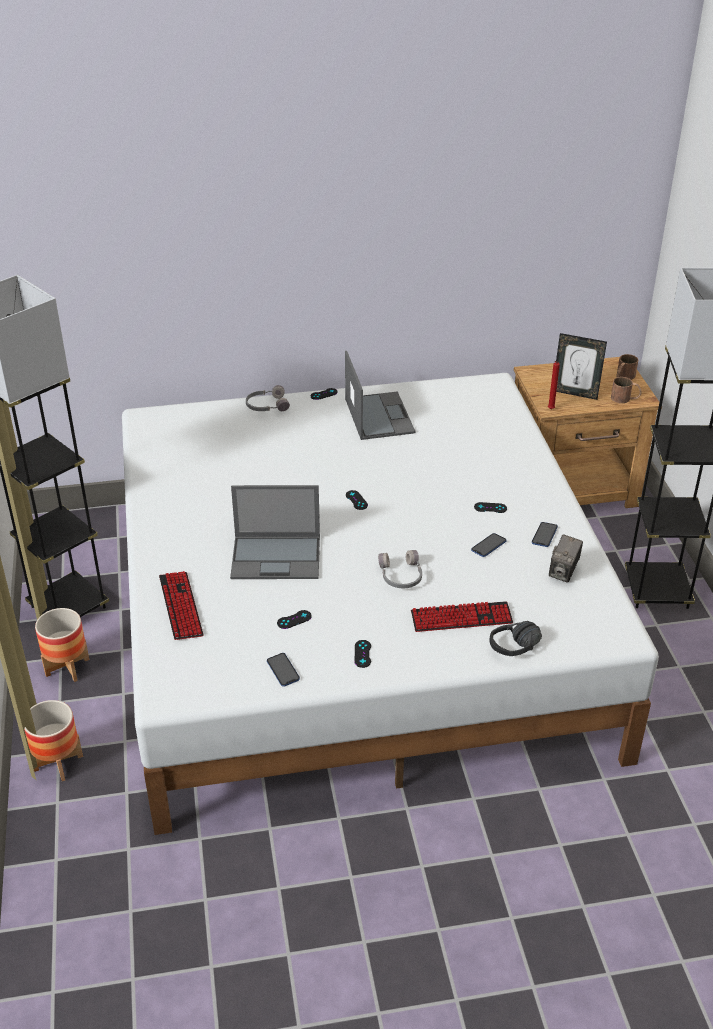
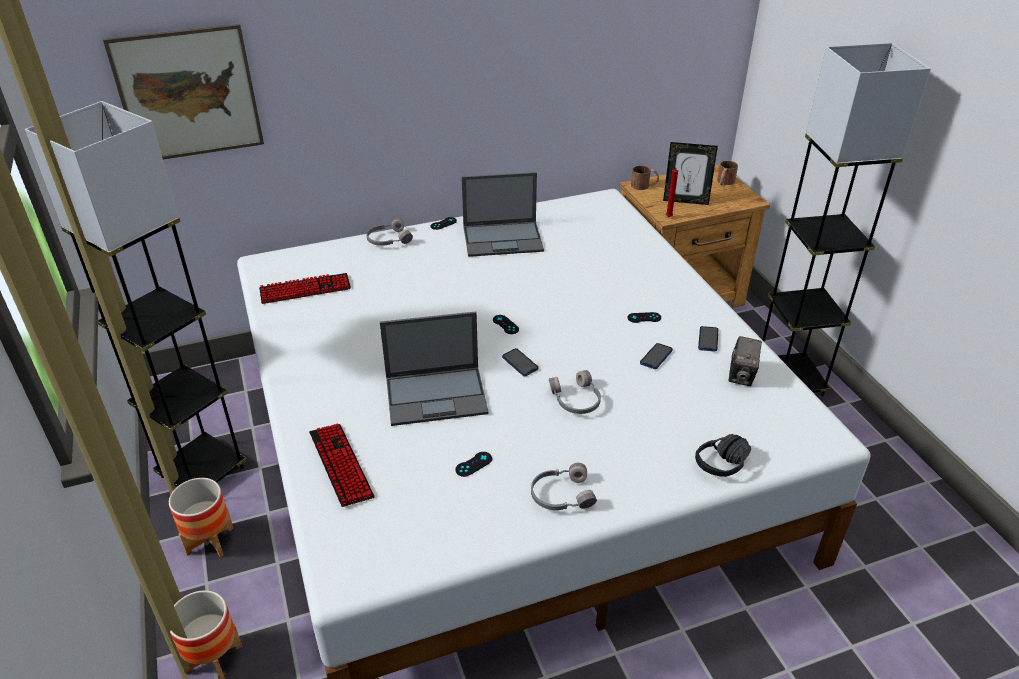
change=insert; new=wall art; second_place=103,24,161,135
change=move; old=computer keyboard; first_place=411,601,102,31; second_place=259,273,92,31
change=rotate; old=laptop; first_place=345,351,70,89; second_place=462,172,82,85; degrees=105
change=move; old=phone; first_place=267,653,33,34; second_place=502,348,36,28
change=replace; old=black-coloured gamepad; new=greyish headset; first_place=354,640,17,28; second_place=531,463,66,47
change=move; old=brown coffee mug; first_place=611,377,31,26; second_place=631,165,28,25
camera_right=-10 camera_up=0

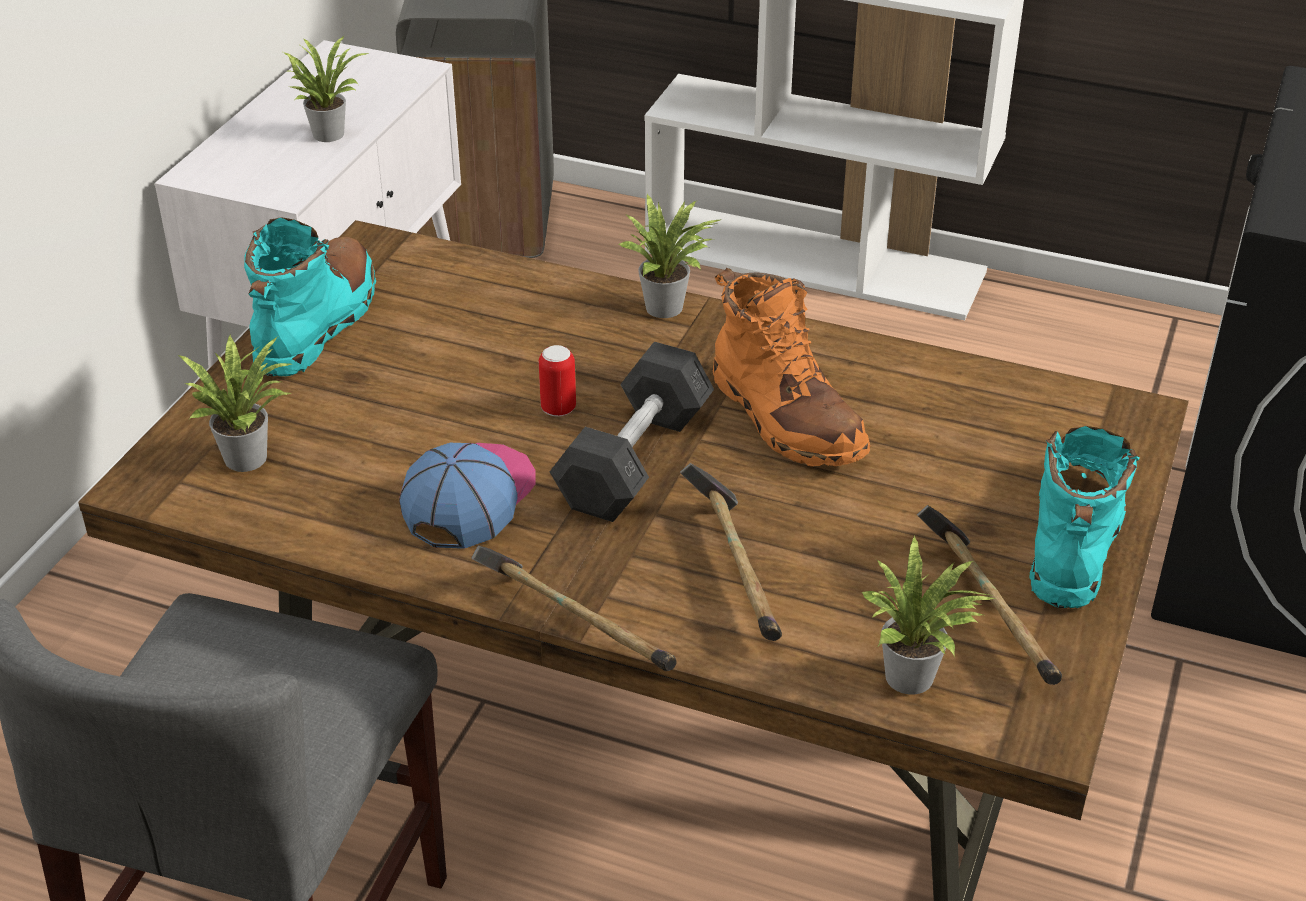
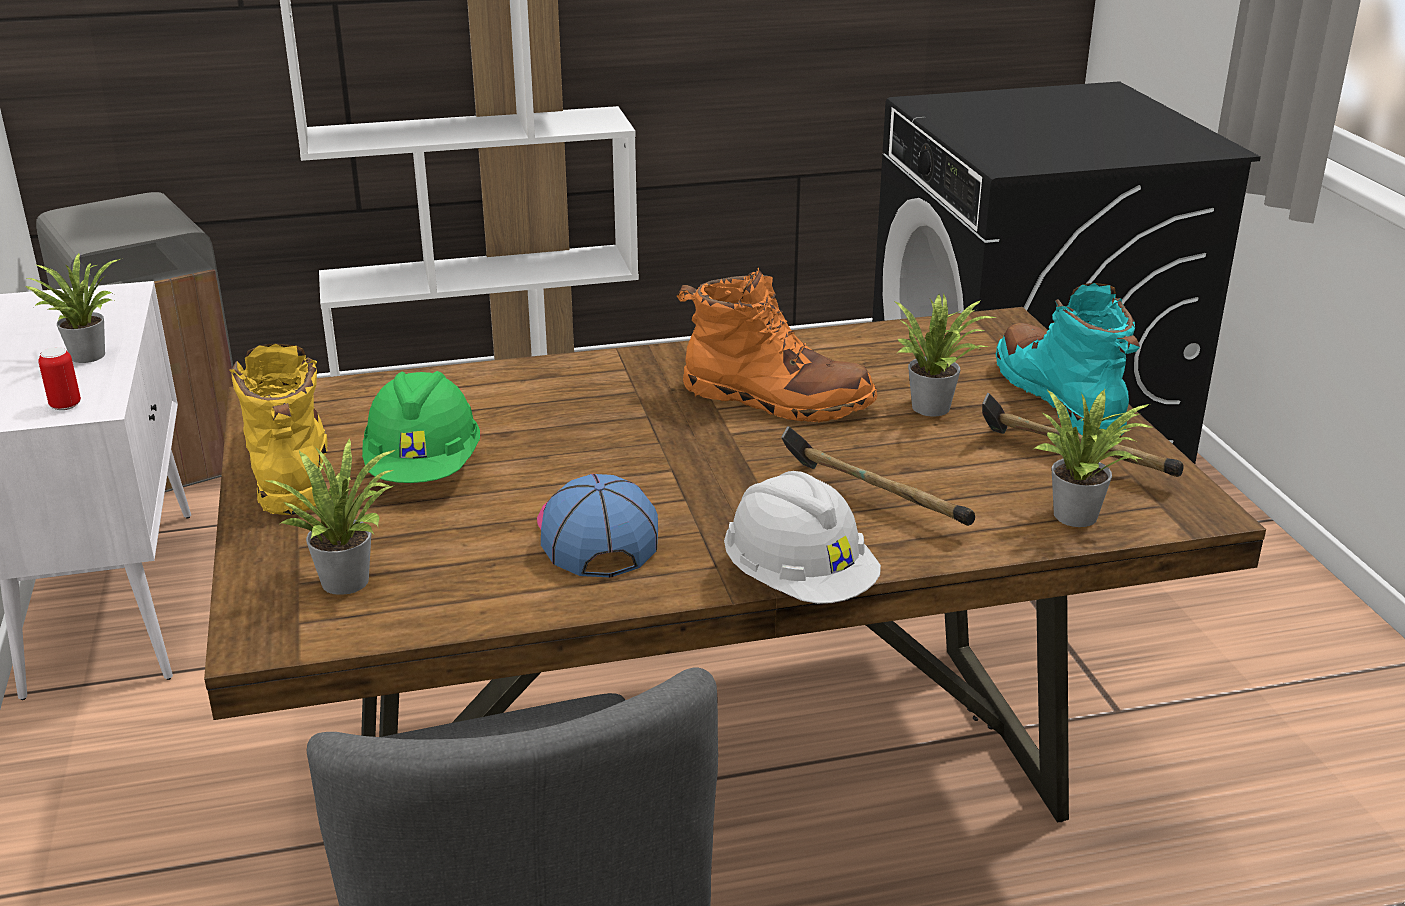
change=move; old=can; first_place=539,345,37,72; second_place=38,347,43,63
change=recolor; old=turquoise tall boot; new=yellow tall boot; first_place=244,218,132,159; second_place=229,343,99,172
change=insert; new=green-coloured work helmet; second_place=362,371,118,112
change=replace; old=tool hammer; new=white-coloured work helmet; first_place=471,545,205,126; second_place=724,471,157,133
change=move; old=houseplant; first_place=618,193,102,125; second_place=893,293,105,124
change=delete; old=greyish dumbbell; first_place=550,342,164,180
camera_right=-35 camera_up=-10

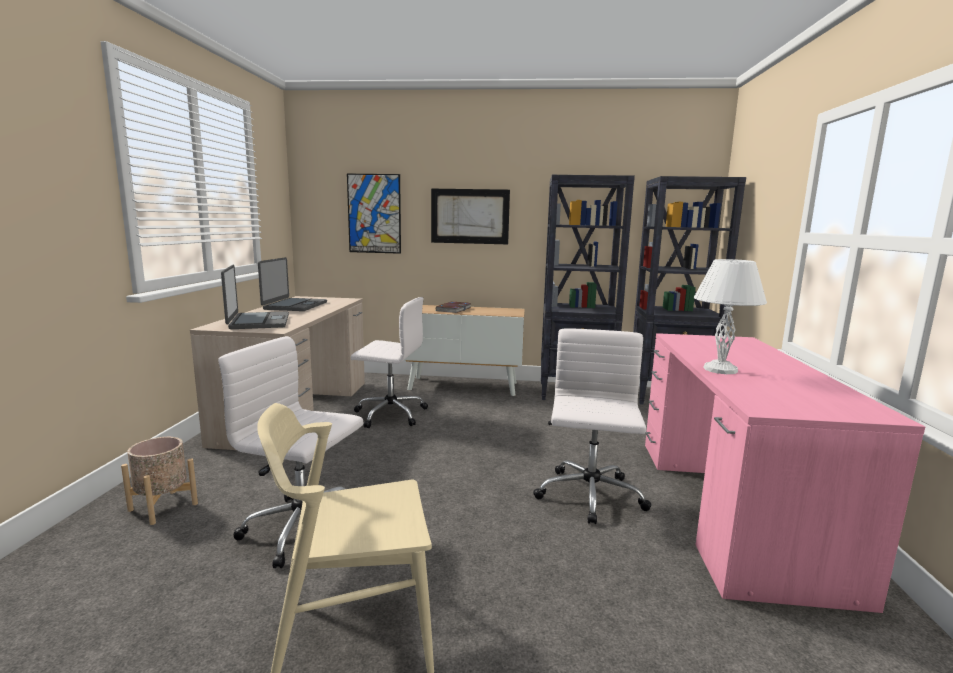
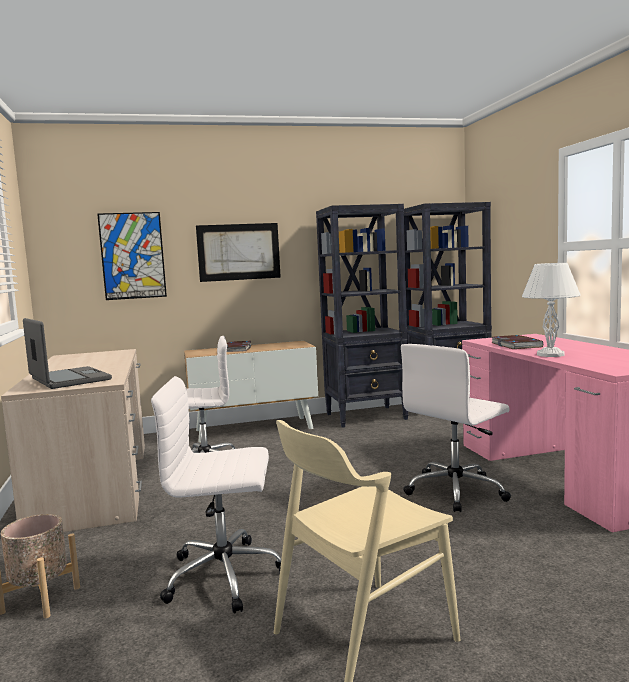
change=rotate; old=white-coloured desk chair; first_place=533,328,119,196; second_place=401,344,110,168; degrees=-120
change=insert; new=bound book; second_place=492,335,51,14
change=delete; old=laptop; first_place=258,257,69,54
camera_right=-20 camera_up=-5

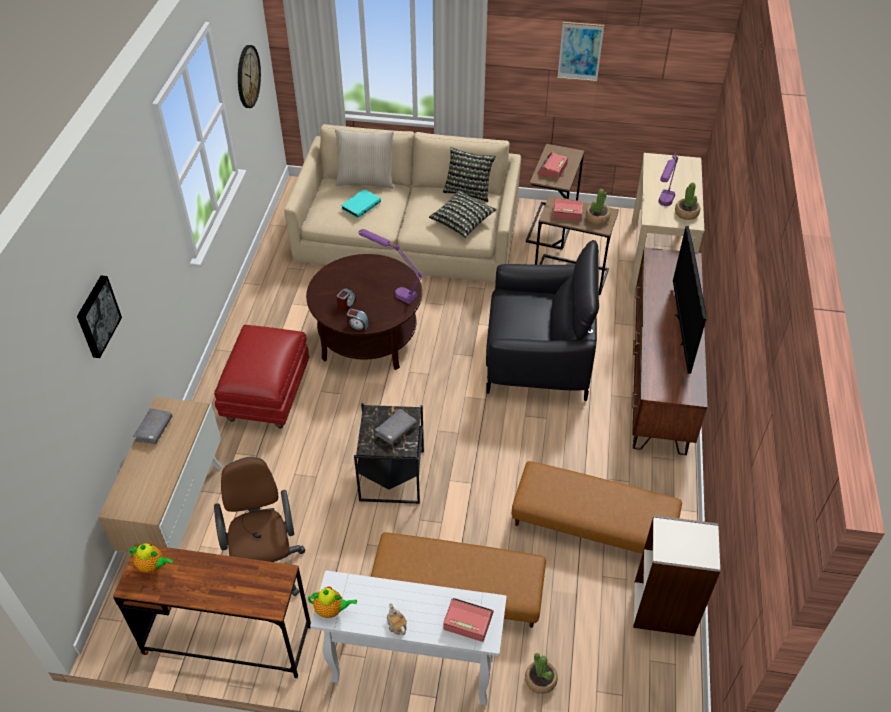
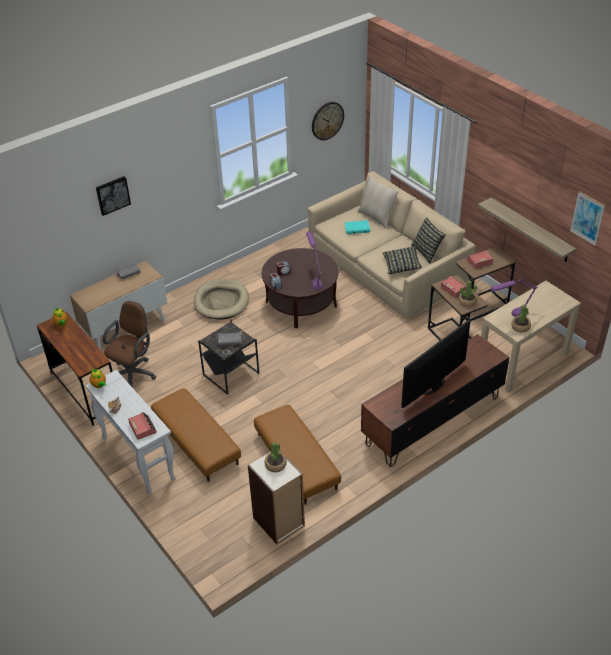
change=replace; old=red-coloured ottoman; new=beige-coloured pet bed; first_place=214,325,95,104; second_place=194,279,55,41
change=move; old=houseplant; first_place=525,653,33,41; second_place=264,442,23,30
change=insert; new=wall shelf; second_place=478,197,98,65
change=move; old=wall art; first_place=557,22,47,60; second_place=570,191,35,55
change=delete; old=black-coloured lounge chair; first_place=486,240,113,161
camera_right=45 camera_up=-5

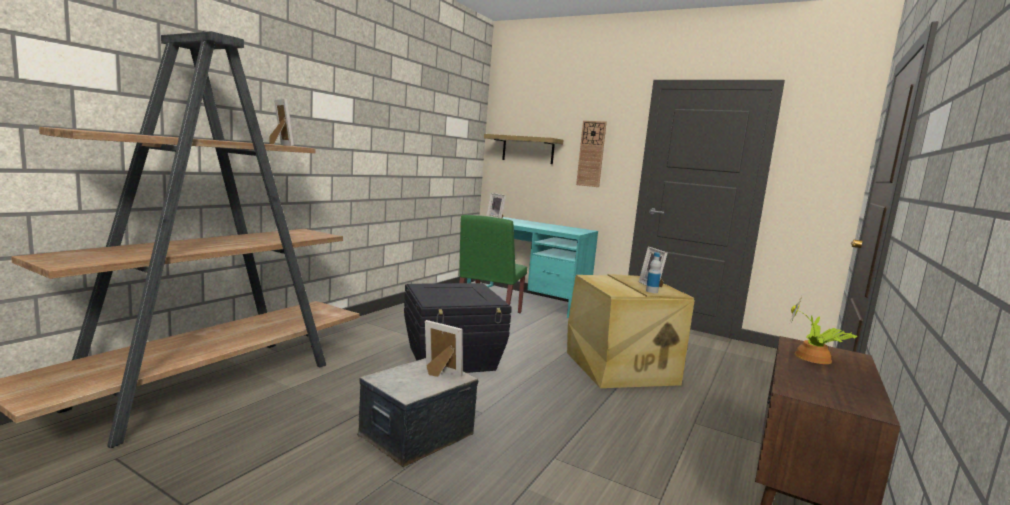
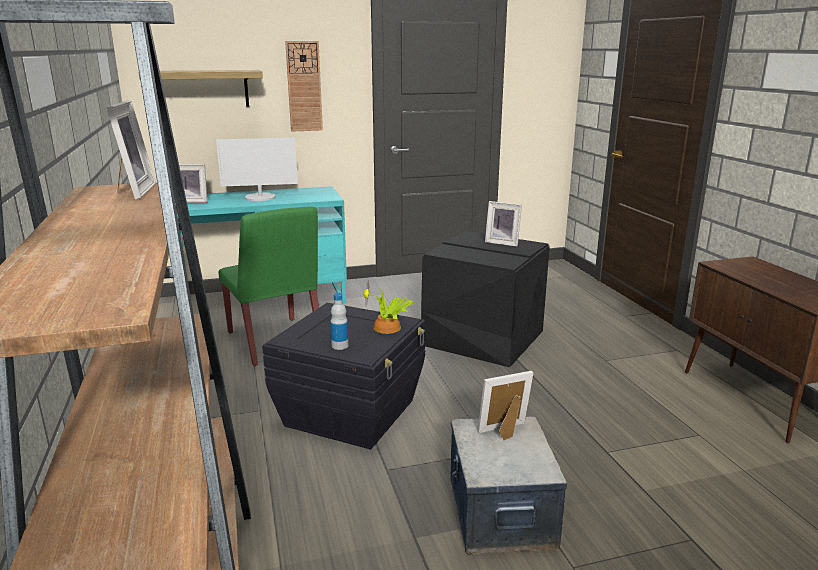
change=rotate; old=picture frame; first_place=269,99,25,47; second_place=106,100,50,99; degrees=75
change=insert; new=computer screen; second_place=216,138,82,63
change=move; old=drink bottle; first_place=646,252,15,41; second_place=330,293,18,57
change=move; old=houseplant; first_place=790,295,67,69; second_place=363,283,51,51
change=recolor; old=beige-coloured storage box; new=black-coloured storage box; first_place=567,274,128,114; second_place=421,231,129,136
camera_right=-45 camera_up=10

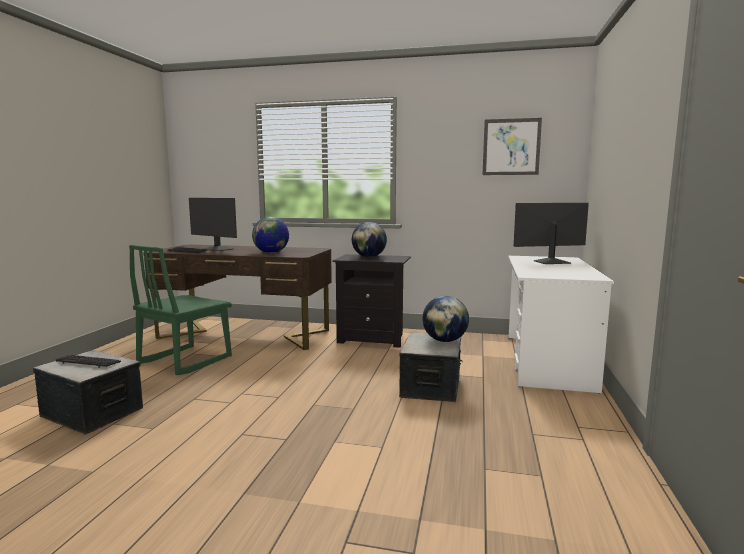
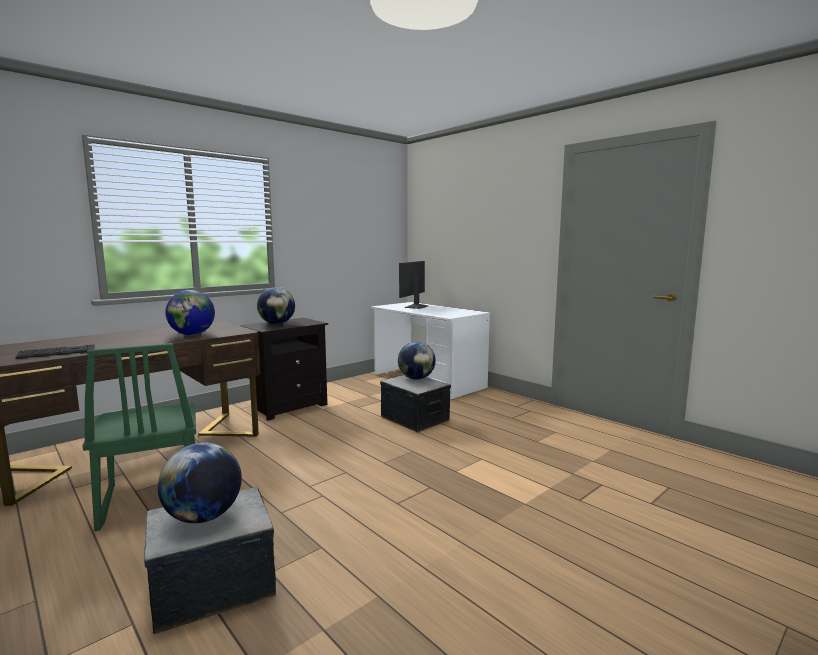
change=replace; old=computer keyboard; new=desk globe; first_place=56,355,65,13; second_place=158,442,84,81
change=delete; old=computer screen; first_place=189,198,48,53
change=delete; old=wall art; first_place=482,118,60,57
camera_right=-55 camera_up=0

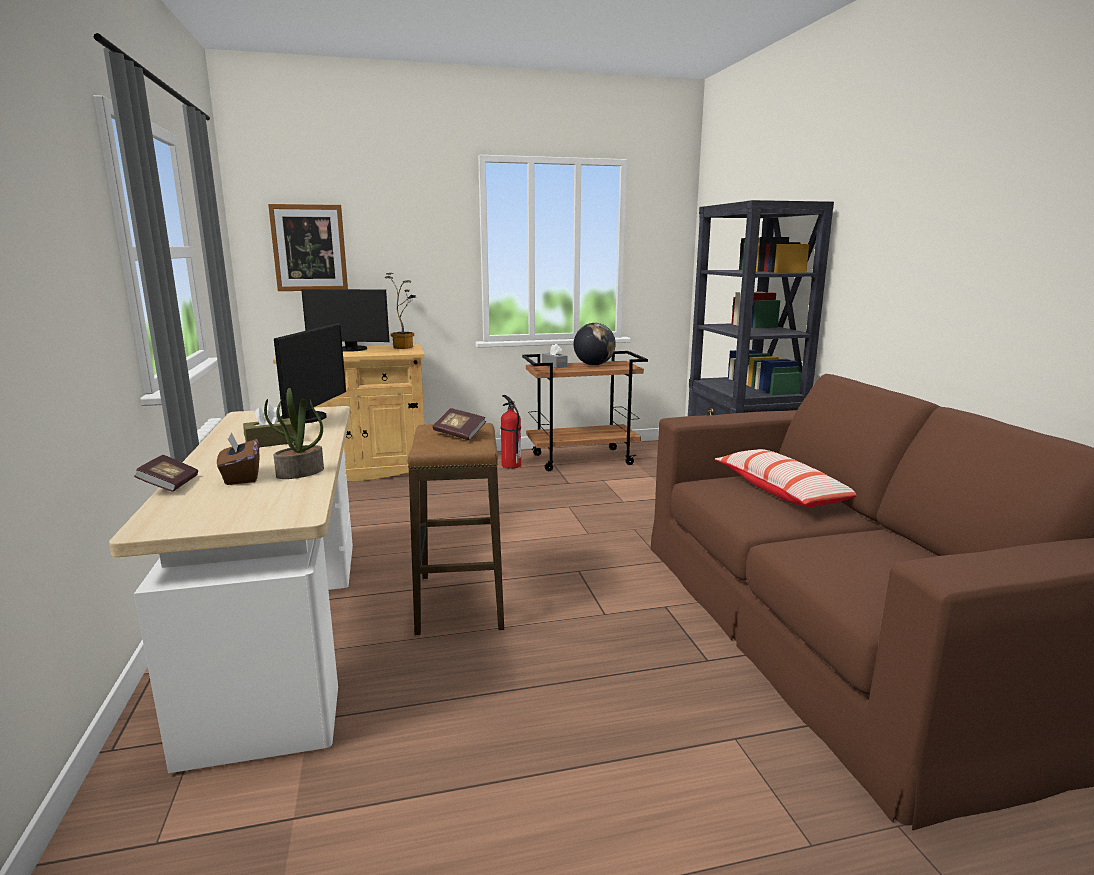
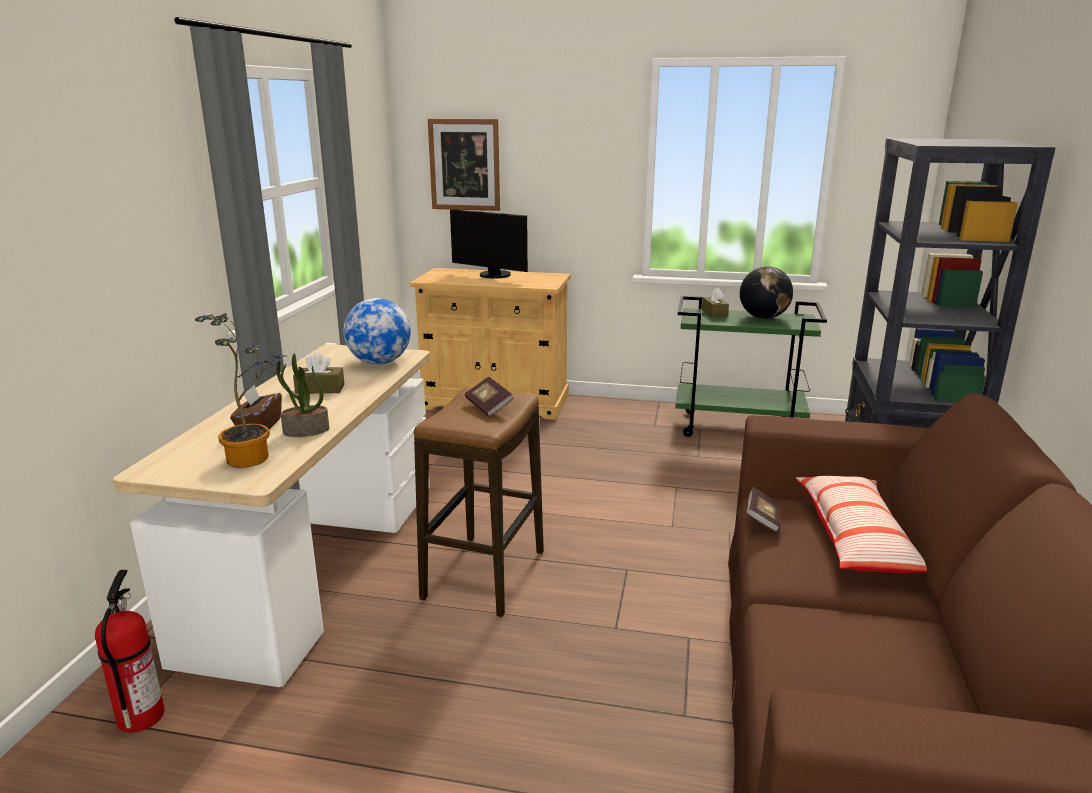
change=move; old=fire-fighting cylinder; first_place=500,395,21,73; second_place=95,570,70,163
change=move; old=houseplant; first_place=384,273,32,76; second_place=195,313,91,155
change=replace; old=computer screen; new=desk globe; first_place=274,323,72,100; second_place=343,298,68,66
change=recolor; old=brown cart; new=green-coloured cart; first_place=522,351,126,120; second_place=676,296,151,141
change=recolor; old=greyish box of tissues; new=brown box of tissues; first_place=542,343,26,25; second_place=702,288,27,30
change=move; old=bound book; first_place=134,455,64,37; second_place=746,487,35,45
camera_right=25 camera_up=5

